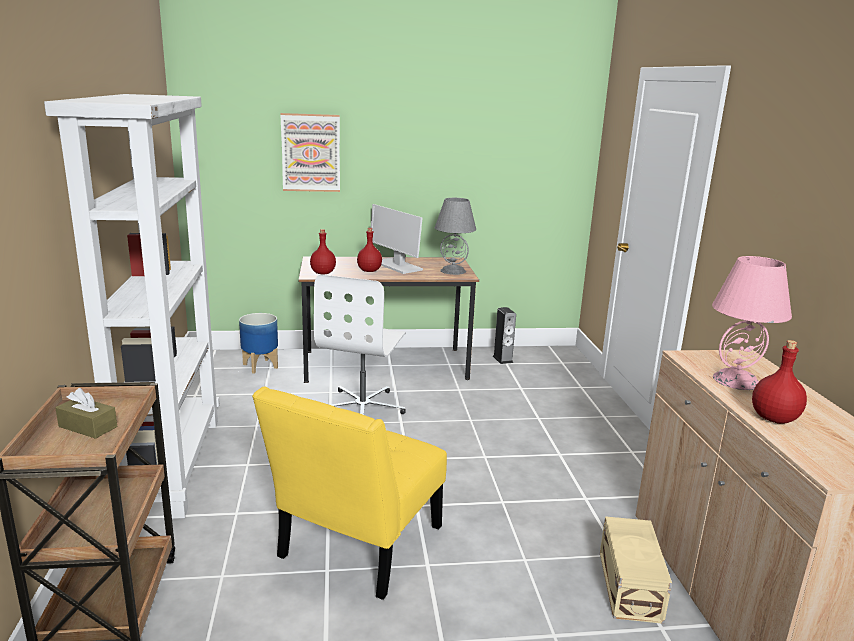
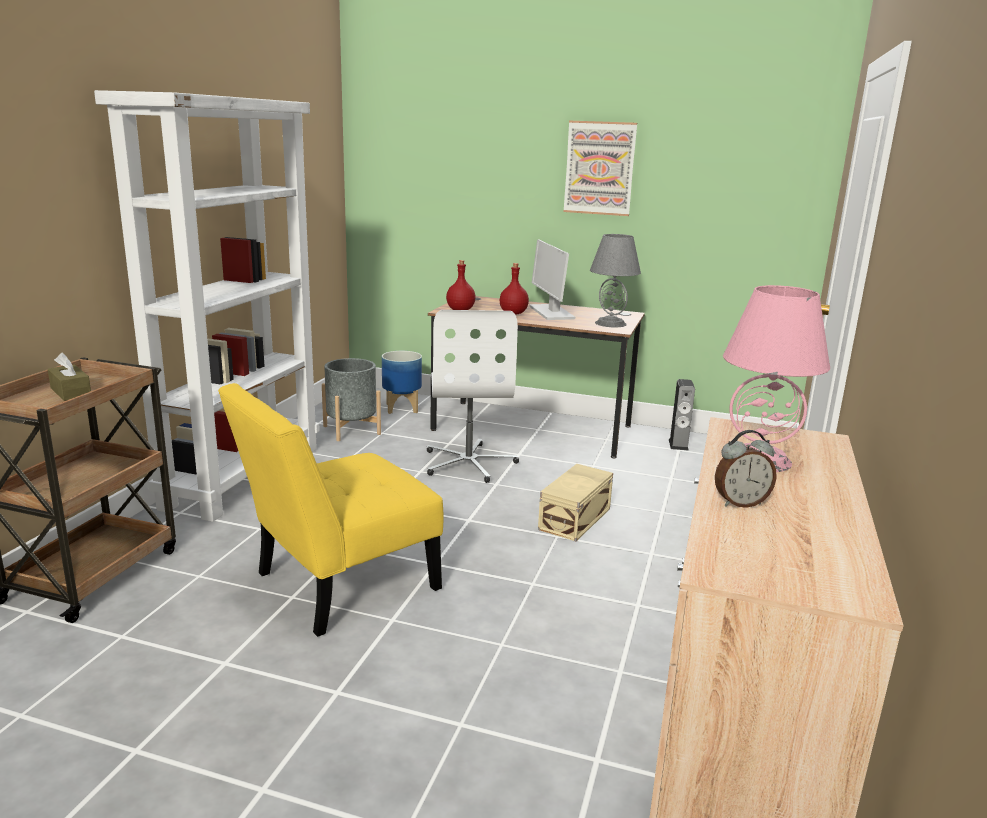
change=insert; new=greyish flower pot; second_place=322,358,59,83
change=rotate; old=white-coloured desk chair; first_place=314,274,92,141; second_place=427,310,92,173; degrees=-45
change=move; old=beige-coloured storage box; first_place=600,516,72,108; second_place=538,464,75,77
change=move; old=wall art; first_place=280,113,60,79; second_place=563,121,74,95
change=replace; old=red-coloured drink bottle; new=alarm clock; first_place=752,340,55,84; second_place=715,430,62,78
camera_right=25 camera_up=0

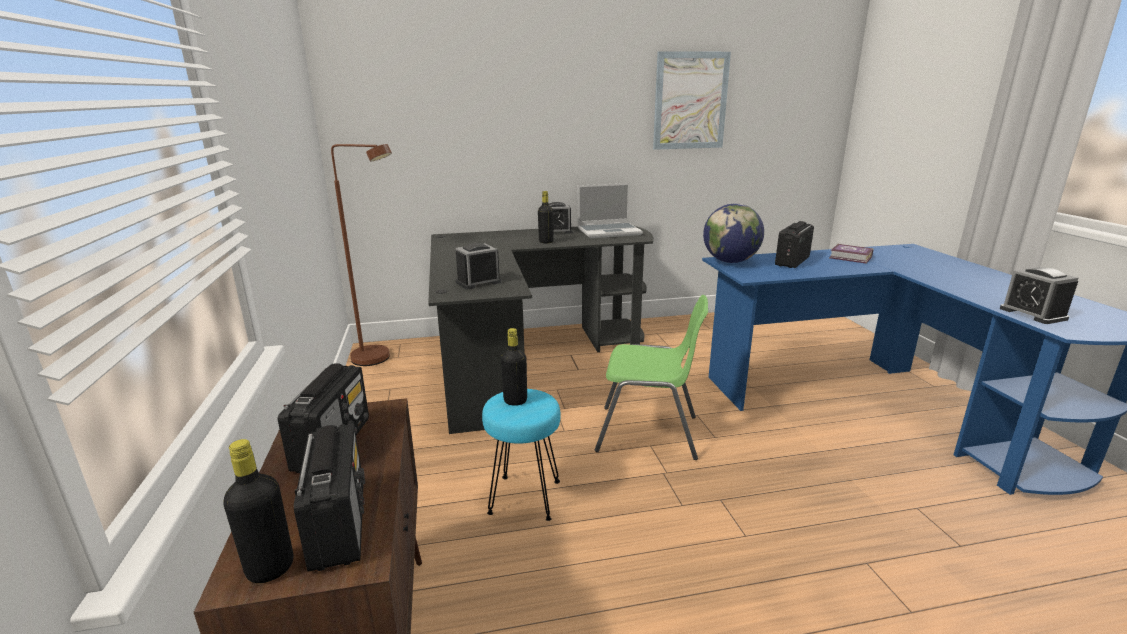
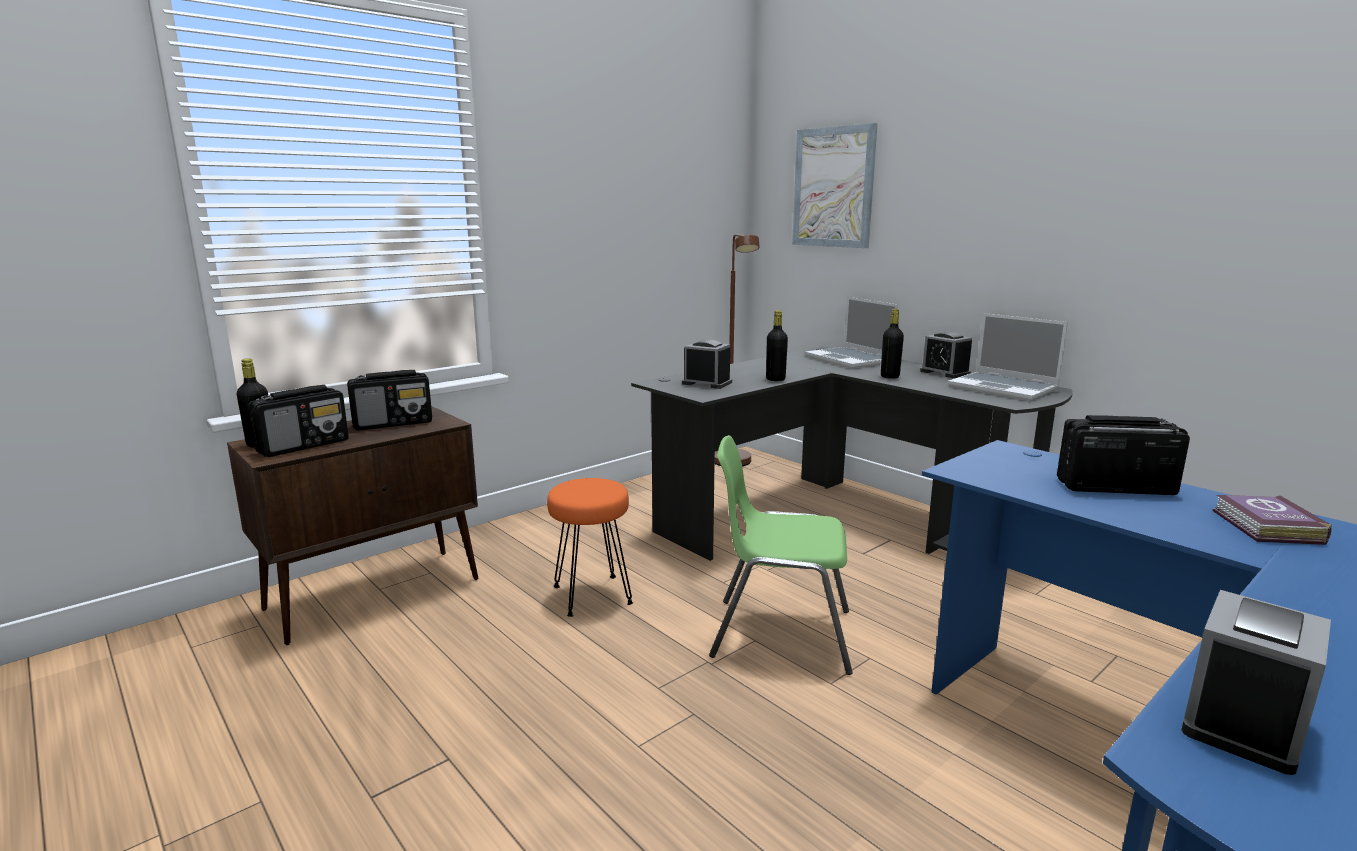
change=recolor; old=turquoise stool seat; new=orange-coloured stool seat; first_place=482,389,79,132; second_place=547,478,86,139
change=rotate; old=green-coloured upright chair; first_place=595,295,113,165; second_place=709,435,144,240; degrees=120
change=move; old=black-coloured drink bottle; first_place=501,328,26,78; second_place=766,310,22,71
change=move; old=wall art; first_place=653,51,78,99; second_place=792,123,86,125
change=insert; new=laptop; second_place=805,297,93,72
change=delete; old=desk globe; first_place=703,204,61,59
camera_right=60 camera_up=-5

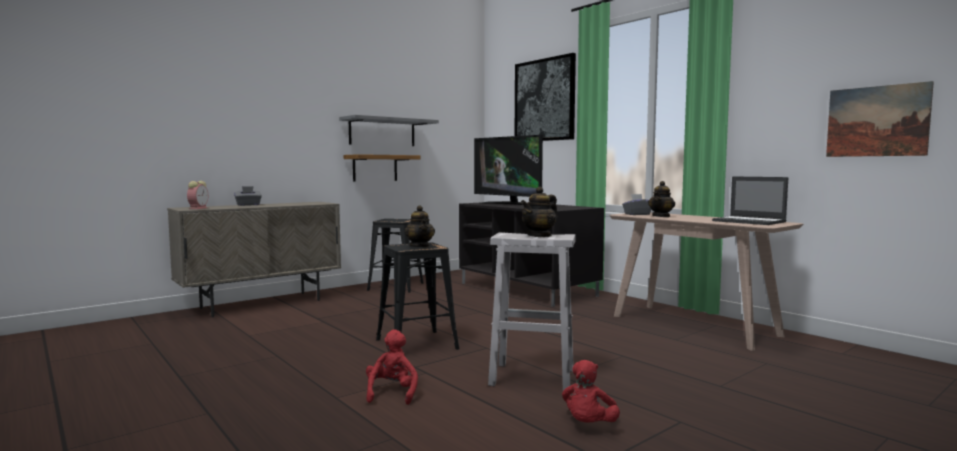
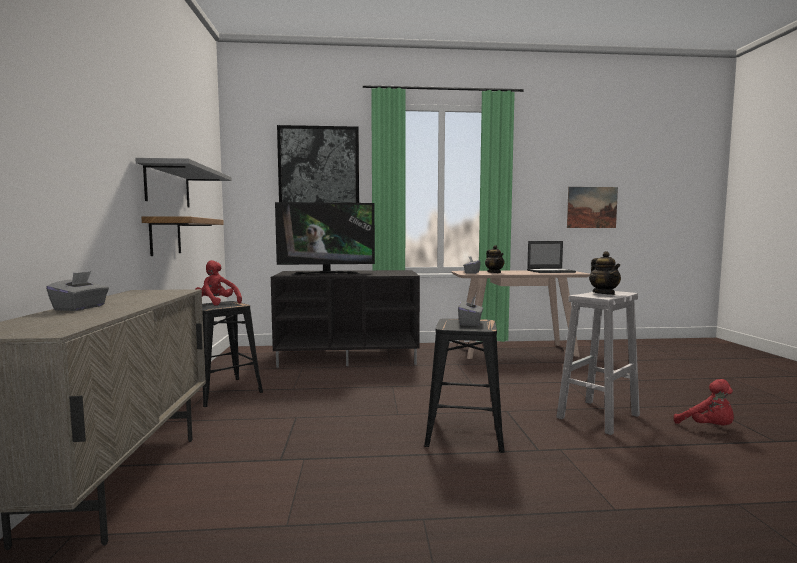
change=move; old=red-coloured soft toy; first_place=366,330,52,75; second_place=196,260,46,46
change=replace; old=pot for tea; new=greyish box of tissues; first_place=405,205,30,43; second_place=458,296,25,30
change=delete; old=alarm clock; first_place=187,181,21,28
camera_right=-55 camera_up=0

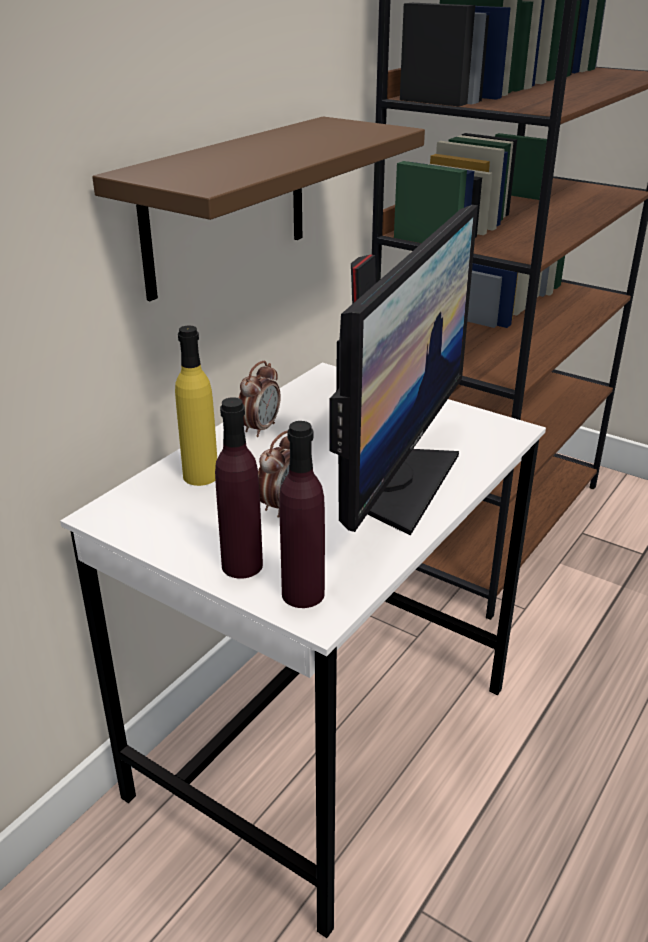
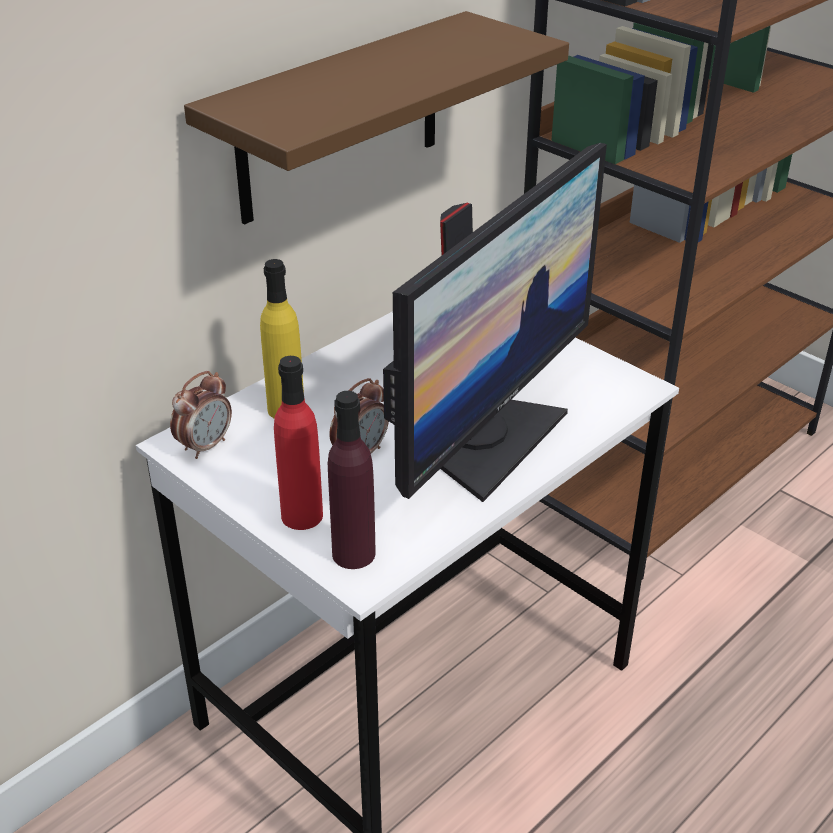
change=move; old=alarm clock; first_place=239,361,41,76; second_place=170,371,62,88
change=recolor; old=purplish drink bottle; new=red-coloured drink bottle; first_place=215,397,48,182; second_place=274,356,49,174
camera_right=10 camera_up=5

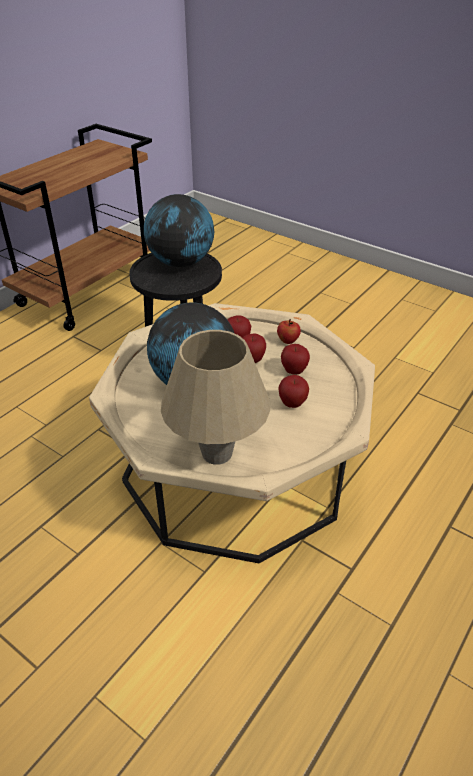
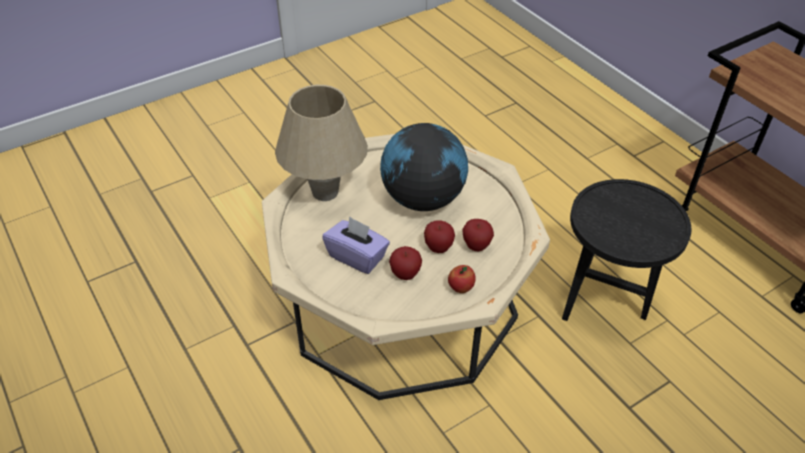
change=replace; old=whole apple; new=purplish box of tissues; first_place=278,375,31,33; second_place=322,216,68,58
change=delete; old=desk globe; first_place=144,194,70,73
camera_right=110 camera_up=5

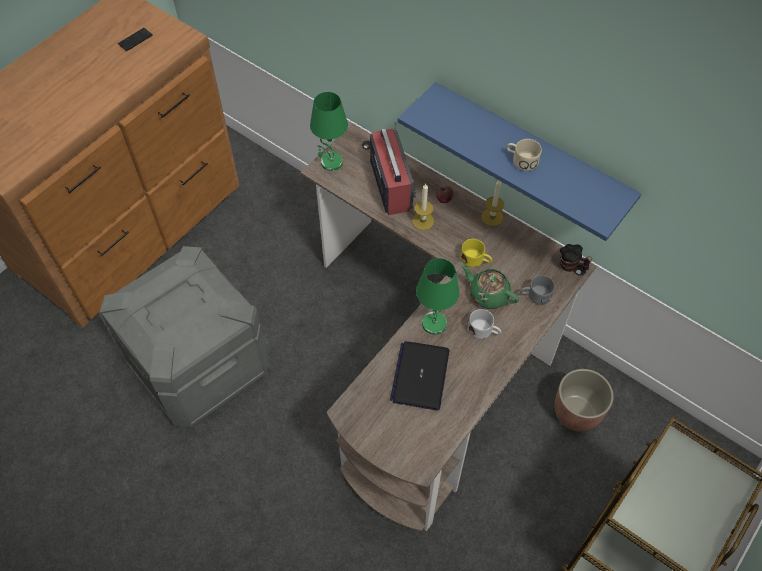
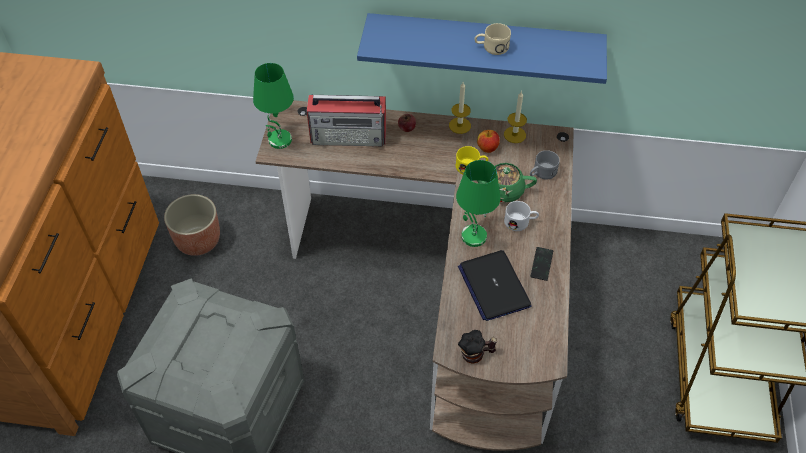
change=move; old=flower pot; first_place=555,369,59,62; second_place=164,194,56,62
change=rotate; old=radio; first_place=370,122,46,93; second_place=307,95,79,52; degrees=135
change=move; old=coffee mug; first_place=560,244,32,28; second_place=458,330,39,34
change=insert; new=whole apple; second_place=477,130,23,23
change=move; old=wax light; first_place=412,184,22,46; second_place=504,92,23,51
change=move; old=phone; first_place=118,28,35,23; second_place=530,247,23,34
camera_right=-30 camera_up=-5

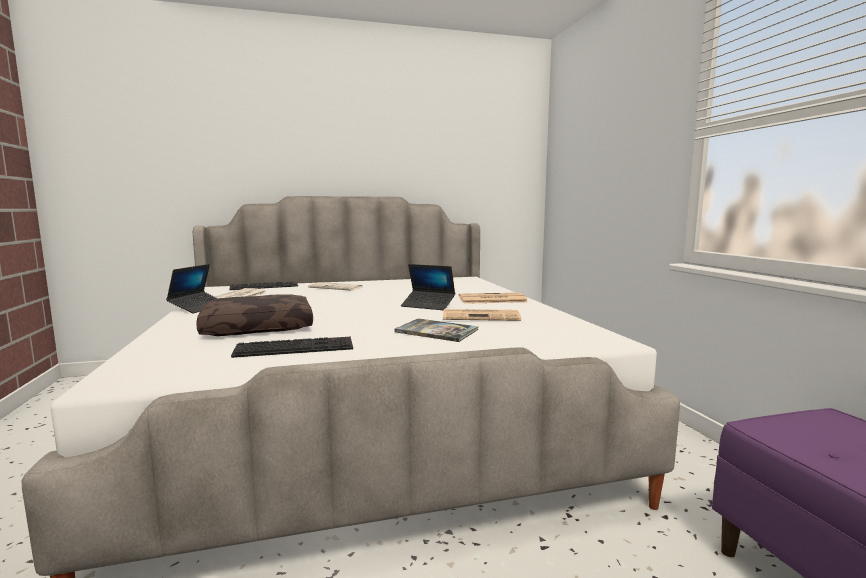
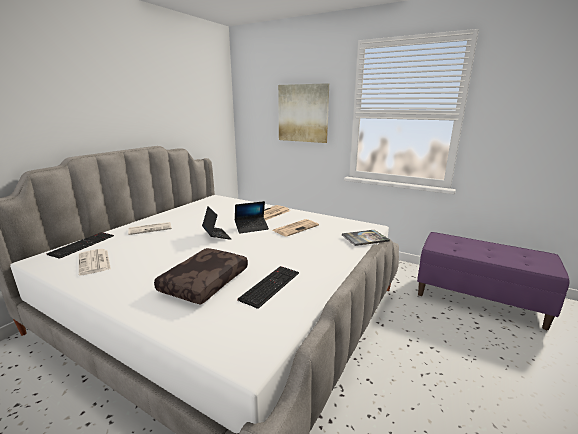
change=move; old=laptop; first_place=166,264,52,50; second_place=202,206,29,34
change=insert; new=wall art; second_place=278,83,51,60
change=move; old=bound book; first_place=394,318,84,24; second_place=342,230,48,16
camera_right=-45 camera_up=10

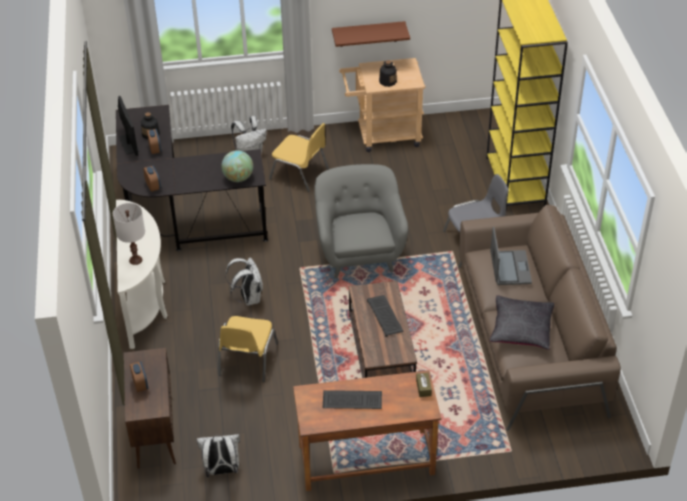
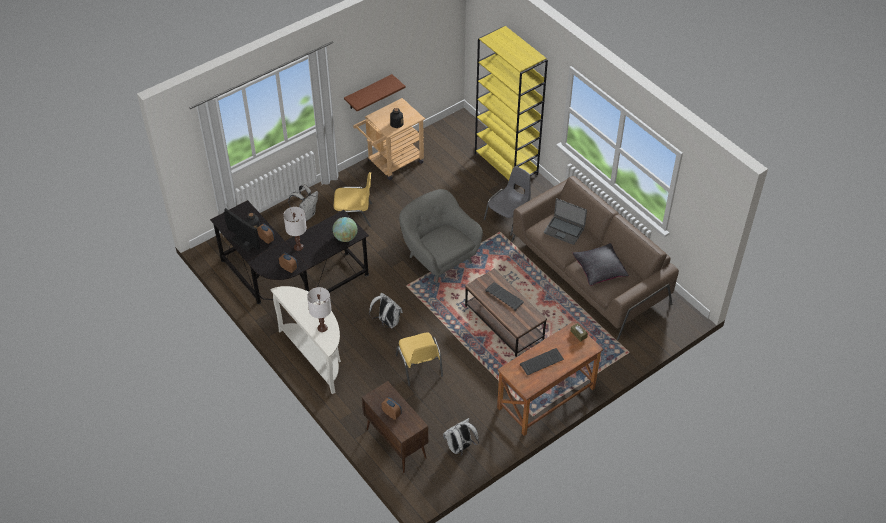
change=insert; new=white-coloured table lamp; second_place=283,207,24,44
change=rotate; old=laptop; first_place=490,227,42,58; second_place=544,198,43,47; degrees=150
camera_right=-30 camera_up=5

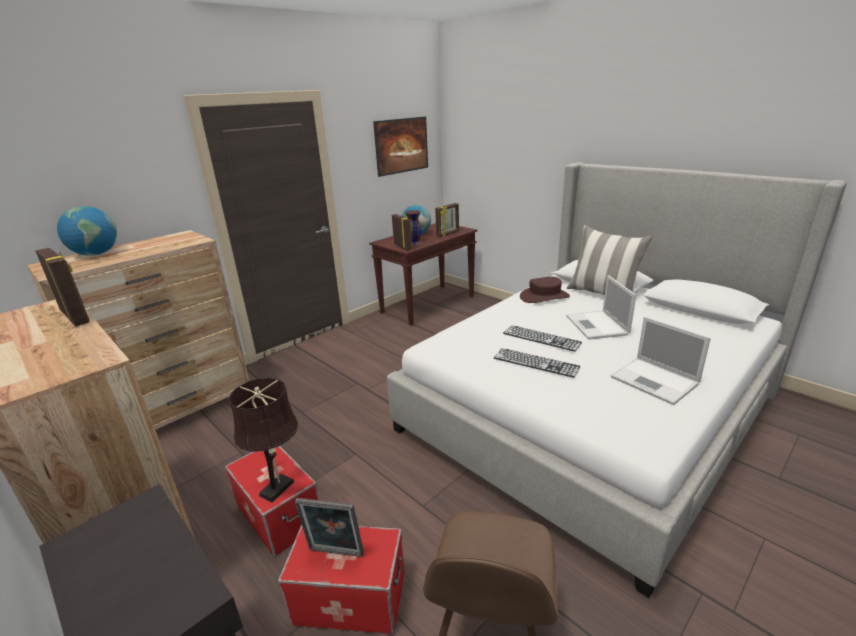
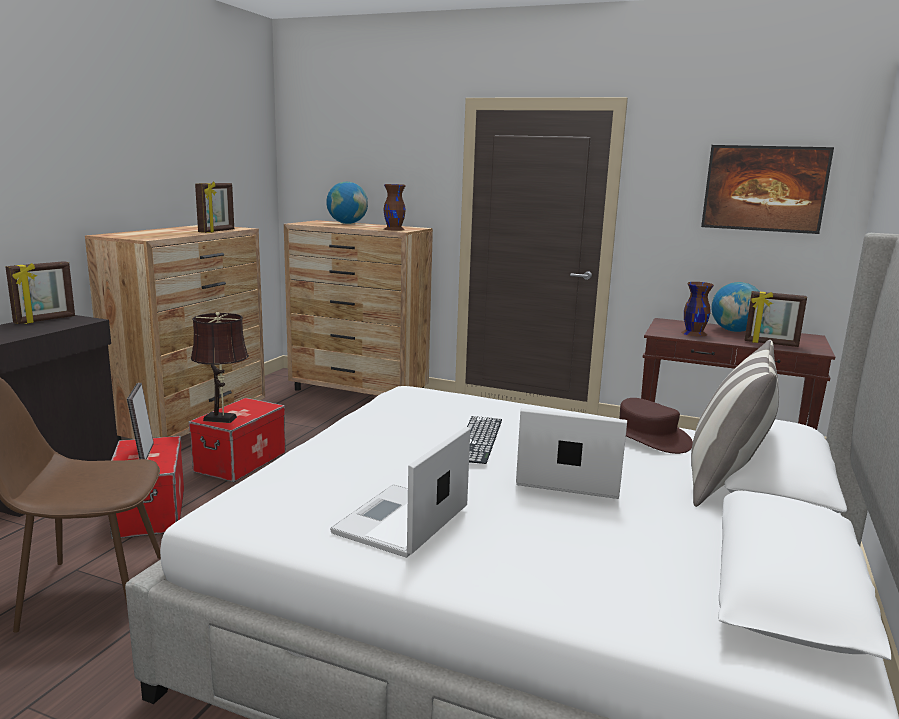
change=move; old=picture frame; first_place=392,214,20,37; second_place=5,261,70,63
change=insert; new=brown decorative vase; second_place=383,184,23,47
change=rotate; old=laptop; first_place=566,275,70,65; second_place=516,408,111,91; degrees=45
change=delete; old=computer keyboard; first_place=494,348,86,30
camera_right=65 camera_up=-10

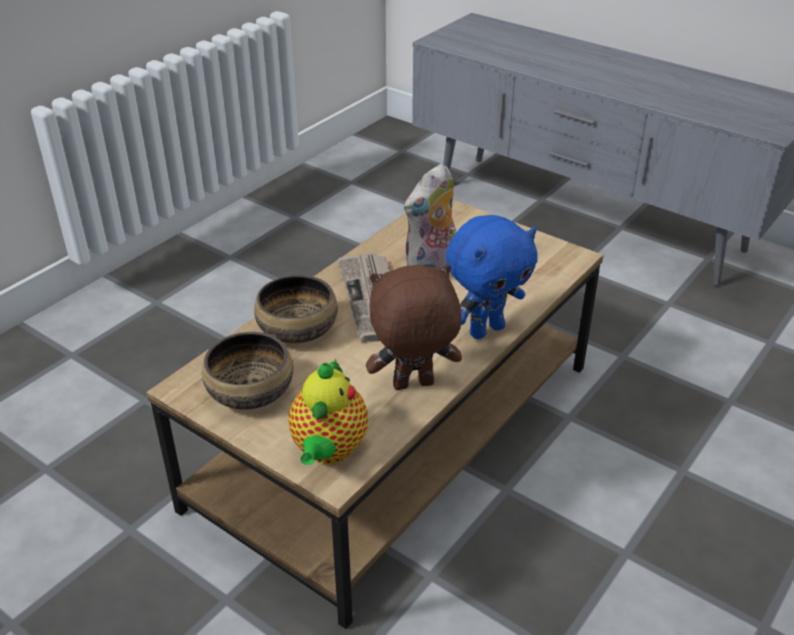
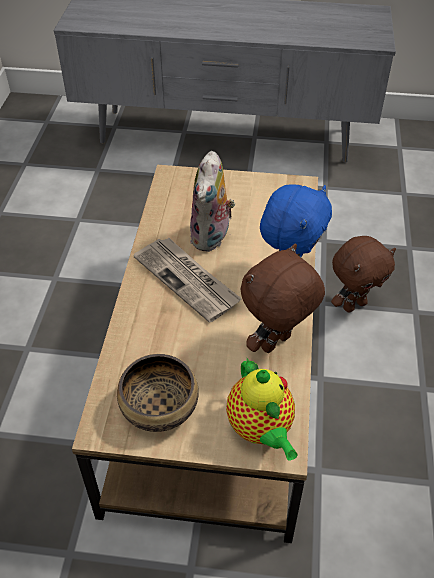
change=insert; new=brown soft toy; second_place=331,236,65,76
change=delete; old=deep dish; first_place=254,275,84,68
camera_right=-30 camera_up=10

